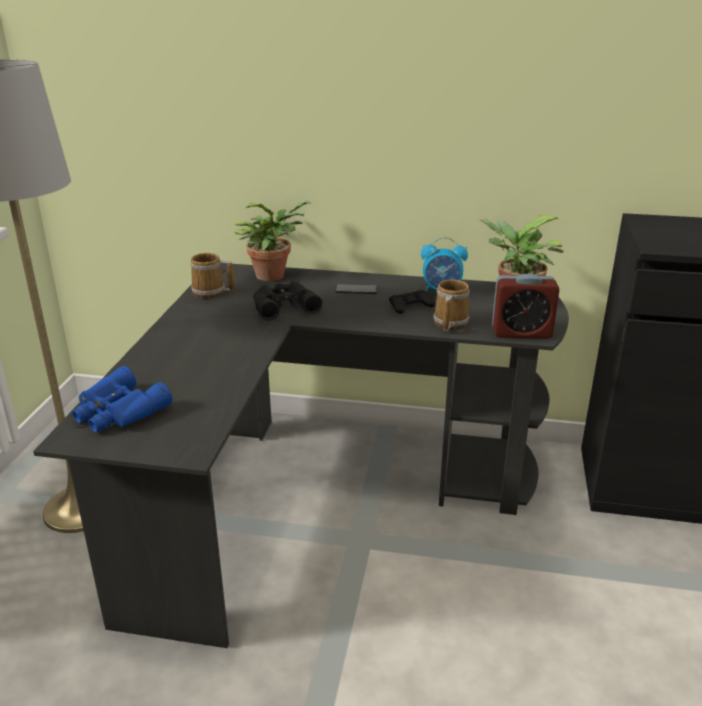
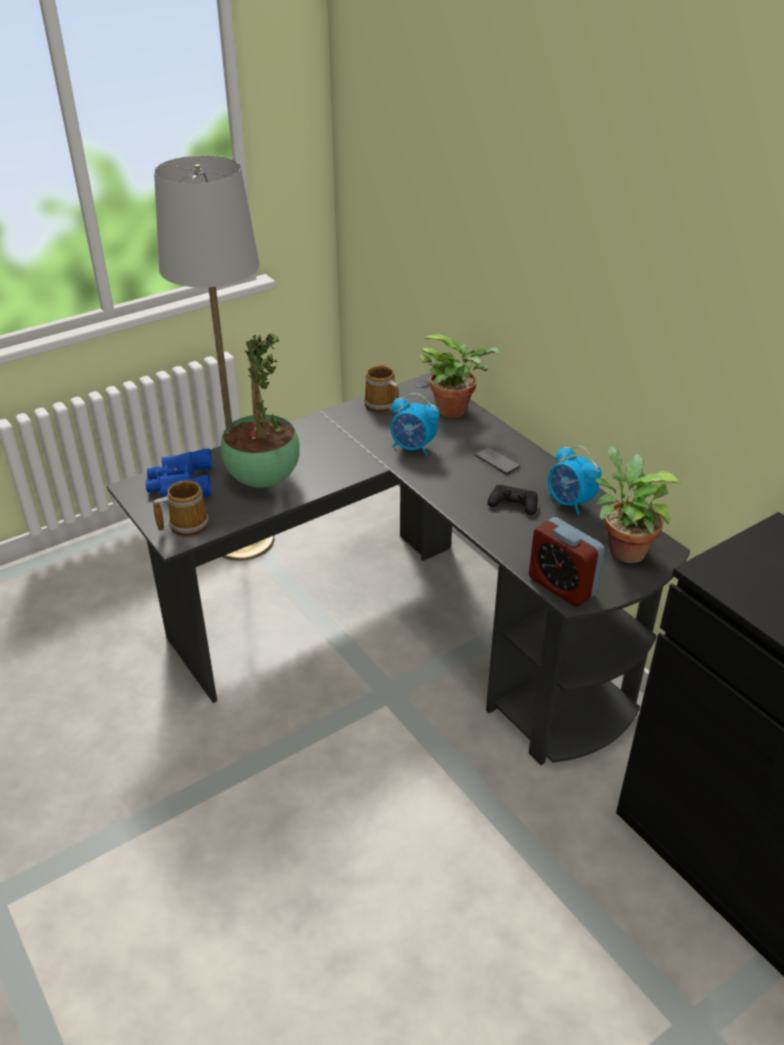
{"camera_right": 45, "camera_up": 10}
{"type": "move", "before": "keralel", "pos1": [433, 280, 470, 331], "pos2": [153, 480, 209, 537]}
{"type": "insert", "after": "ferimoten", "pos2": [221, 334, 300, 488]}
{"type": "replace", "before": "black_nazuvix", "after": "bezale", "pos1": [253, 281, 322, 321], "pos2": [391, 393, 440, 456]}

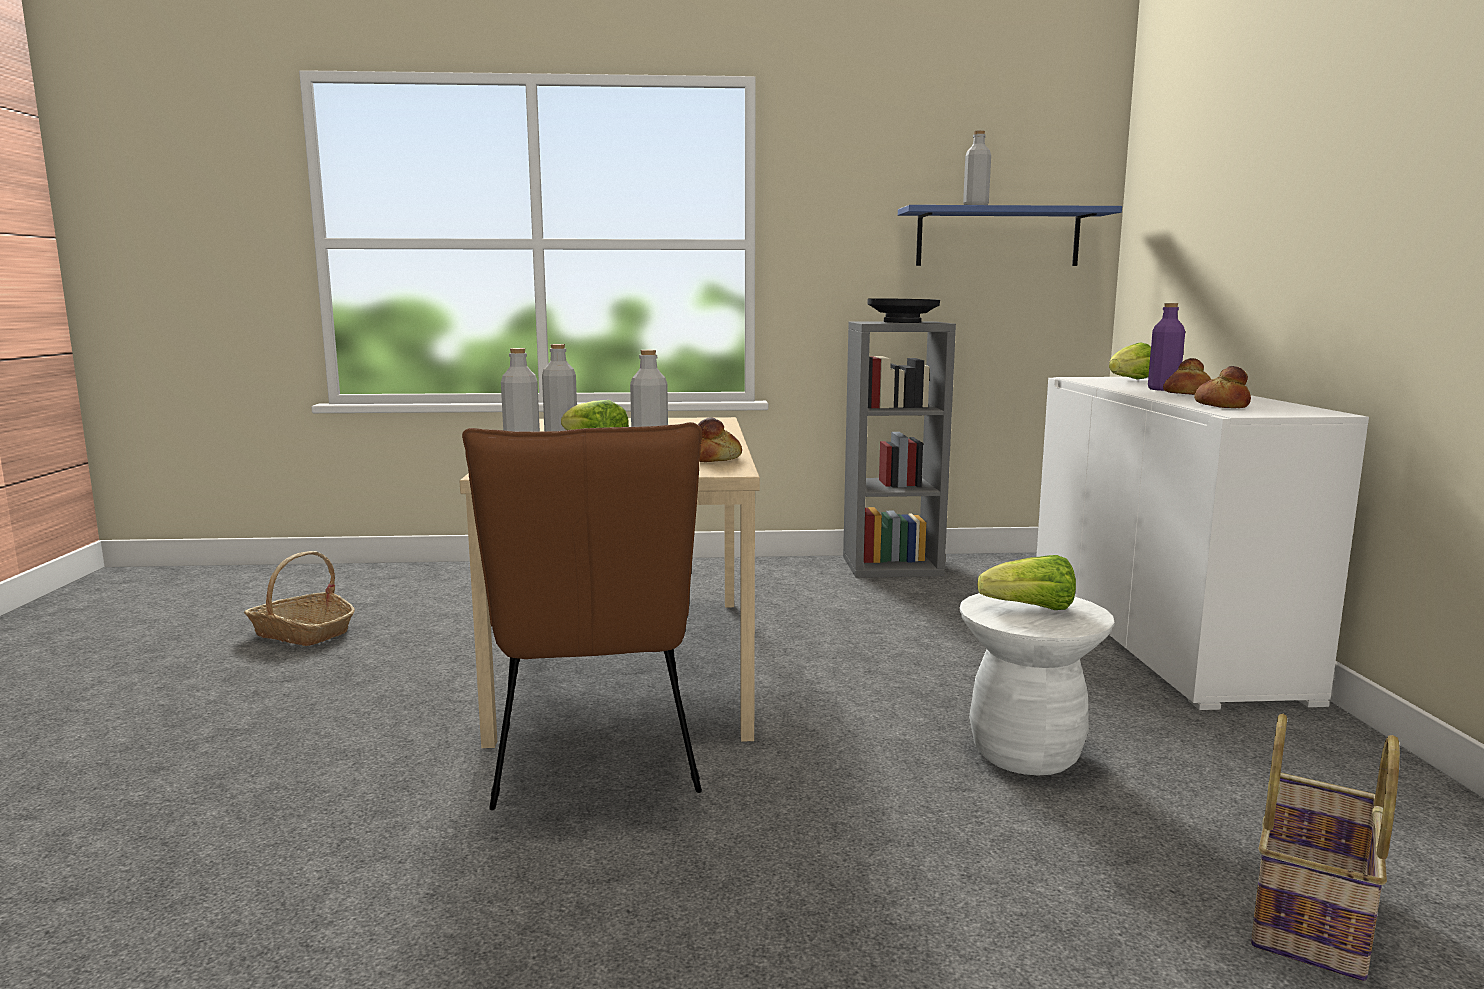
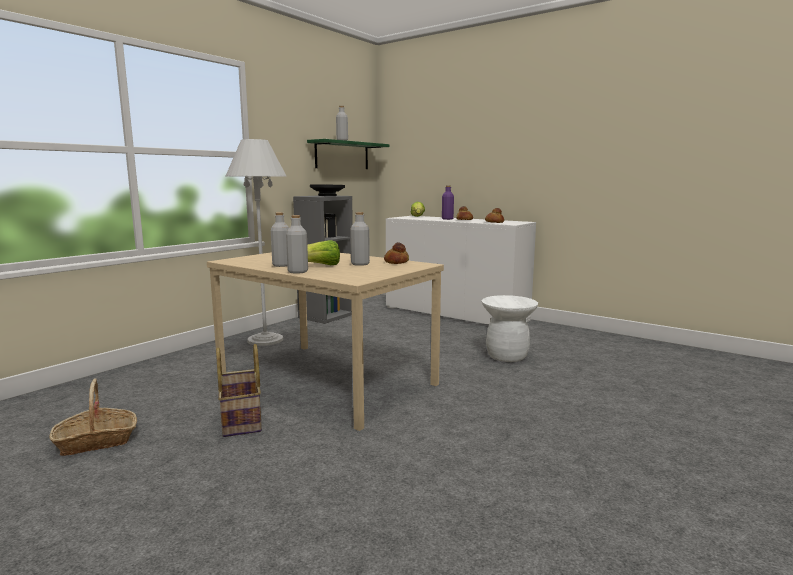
{"camera_right": -50, "camera_up": 0}
{"type": "move", "before": "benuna", "pos1": [1251, 714, 1400, 981], "pos2": [216, 344, 262, 437]}
{"type": "insert", "after": "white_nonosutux", "pos2": [226, 139, 287, 346]}
{"type": "recolor", "before": "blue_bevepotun", "after": "green_bevepotun", "pos1": [898, 205, 1122, 266], "pos2": [307, 139, 389, 169]}
{"type": "delete", "before": "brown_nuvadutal", "pos1": [462, 422, 702, 810]}
{"type": "delete", "before": "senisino", "pos1": [977, 555, 1076, 610]}

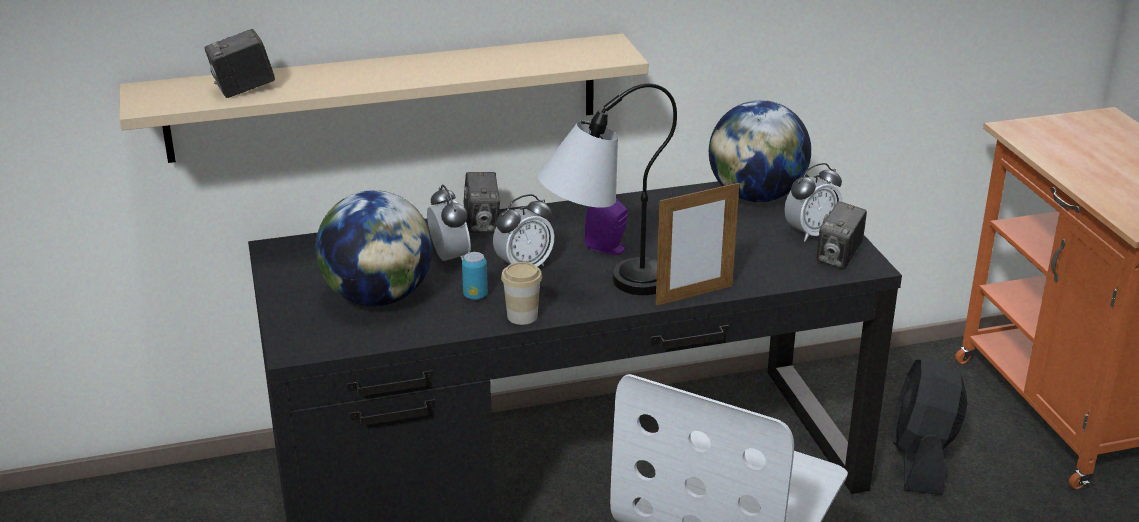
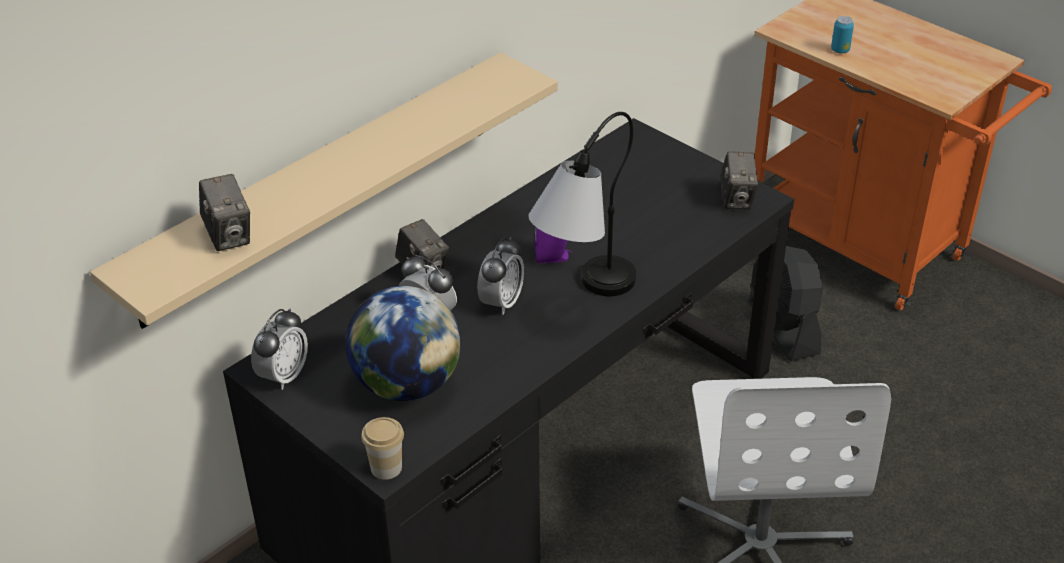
{"camera_right": -30, "camera_up": 10}
{"type": "rotate", "before": "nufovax", "pos1": [205, 29, 275, 98], "pos2": [199, 174, 250, 251], "turn": -60}
{"type": "move", "before": "bezale", "pos1": [784, 163, 842, 241], "pos2": [251, 309, 308, 390]}
{"type": "move", "before": "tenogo", "pos1": [501, 262, 542, 325], "pos2": [361, 417, 404, 480]}
{"type": "move", "before": "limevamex", "pos1": [462, 252, 488, 300], "pos2": [831, 16, 854, 54]}
{"type": "delete", "before": "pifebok", "pos1": [656, 181, 739, 306]}
{"type": "delete", "before": "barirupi", "pos1": [709, 100, 811, 202]}

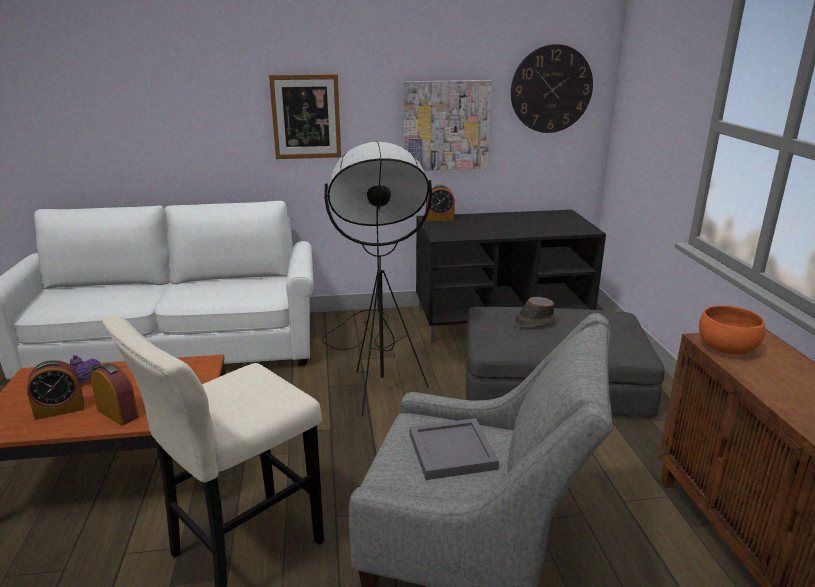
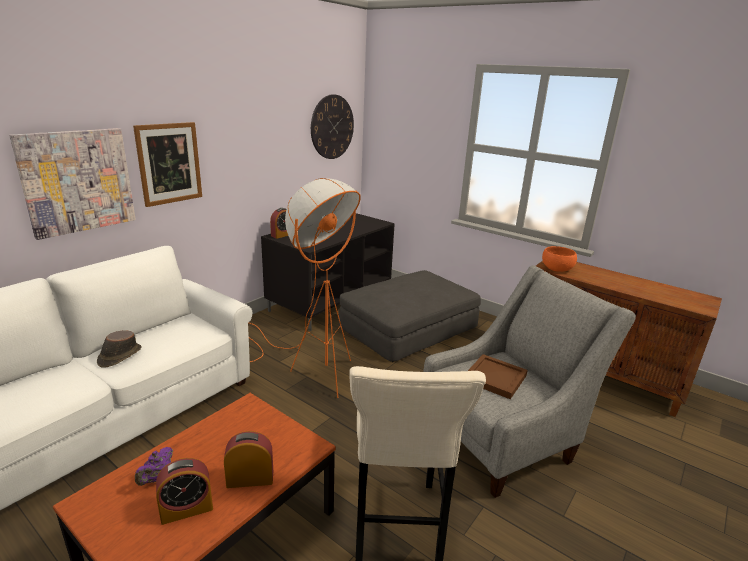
{"camera_right": -45, "camera_up": 0}
{"type": "move", "before": "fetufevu", "pos1": [404, 80, 492, 171], "pos2": [9, 128, 136, 240]}
{"type": "move", "before": "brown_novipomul", "pos1": [514, 297, 557, 327], "pos2": [97, 330, 142, 368]}
{"type": "rotate", "before": "bezale", "pos1": [27, 360, 84, 420], "pos2": [156, 458, 213, 525], "turn": 45}
{"type": "recolor", "before": "black_nonosutux", "after": "orange_nonosutux", "pos1": [322, 141, 432, 416], "pos2": [249, 178, 361, 398]}
{"type": "recolor", "before": "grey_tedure", "after": "brown_tedure", "pos1": [410, 418, 499, 480], "pos2": [468, 354, 528, 399]}

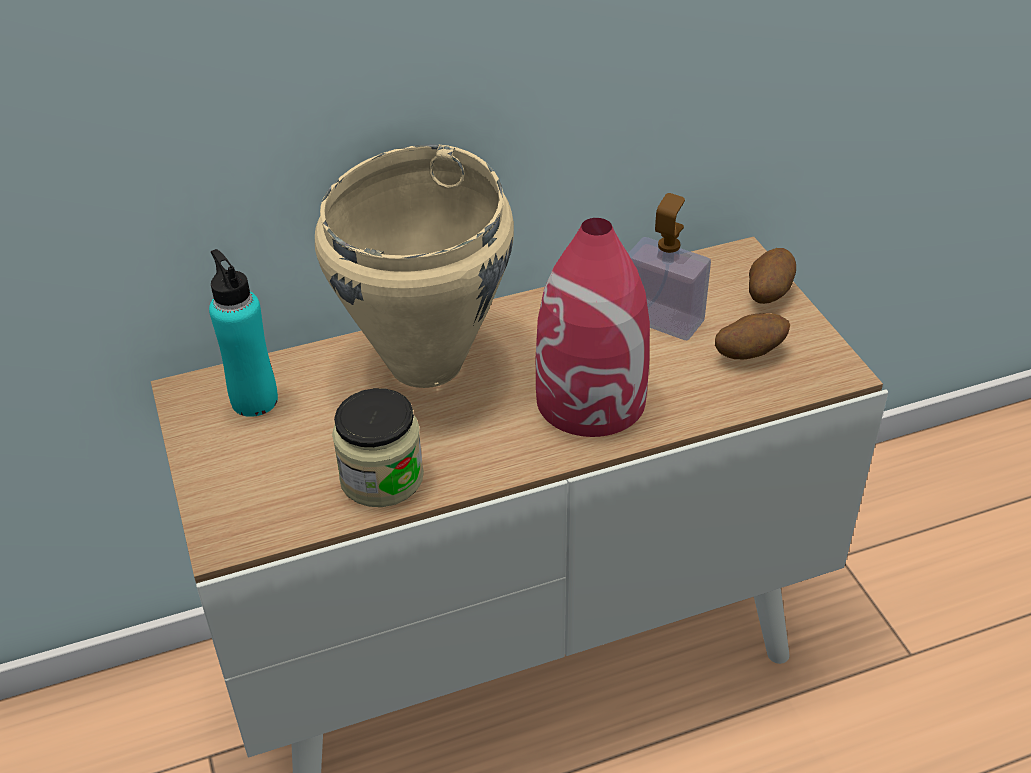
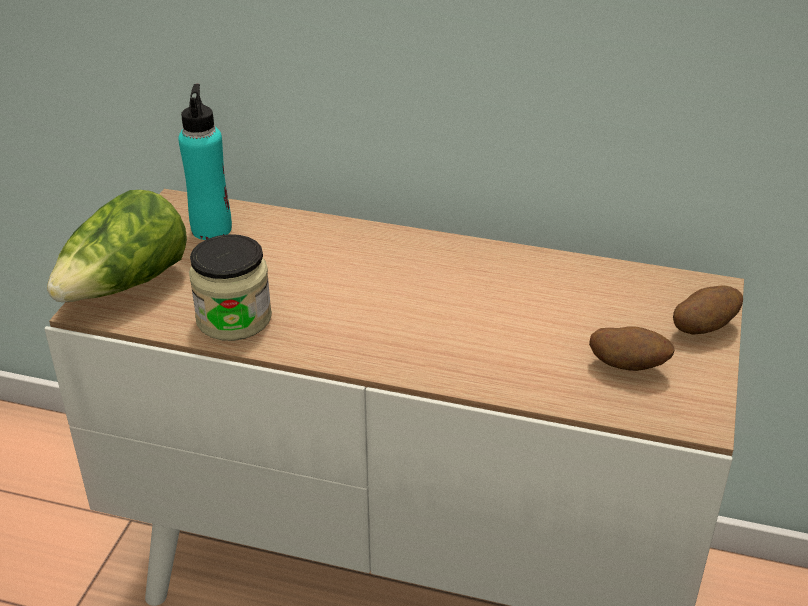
{"camera_right": 35, "camera_up": -5}
{"type": "insert", "after": "senisino", "pos2": [47, 190, 187, 302]}
{"type": "delete", "before": "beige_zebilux", "pos1": [315, 144, 514, 388]}
{"type": "delete", "before": "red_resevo", "pos1": [536, 218, 650, 437]}
{"type": "delete", "before": "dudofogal", "pos1": [628, 193, 711, 340]}

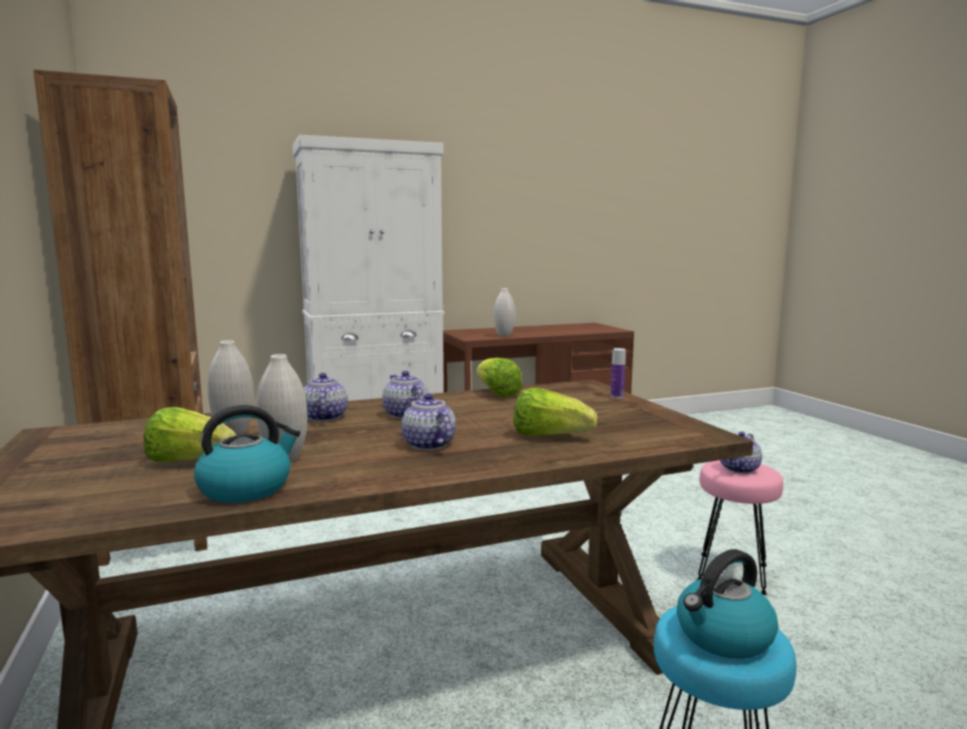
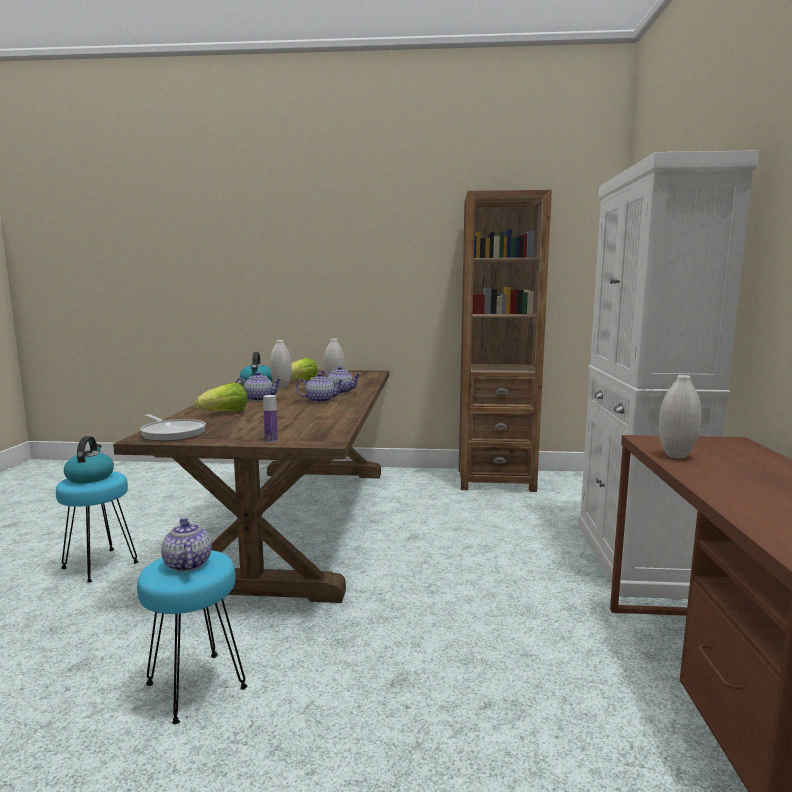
{"camera_right": 115, "camera_up": 0}
{"type": "recolor", "before": "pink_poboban", "after": "turquoise_poboban", "pos1": [697, 460, 783, 595], "pos2": [137, 550, 247, 724]}
{"type": "insert", "after": "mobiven", "pos2": [140, 414, 206, 441]}
{"type": "delete", "before": "senisino", "pos1": [476, 358, 522, 397]}

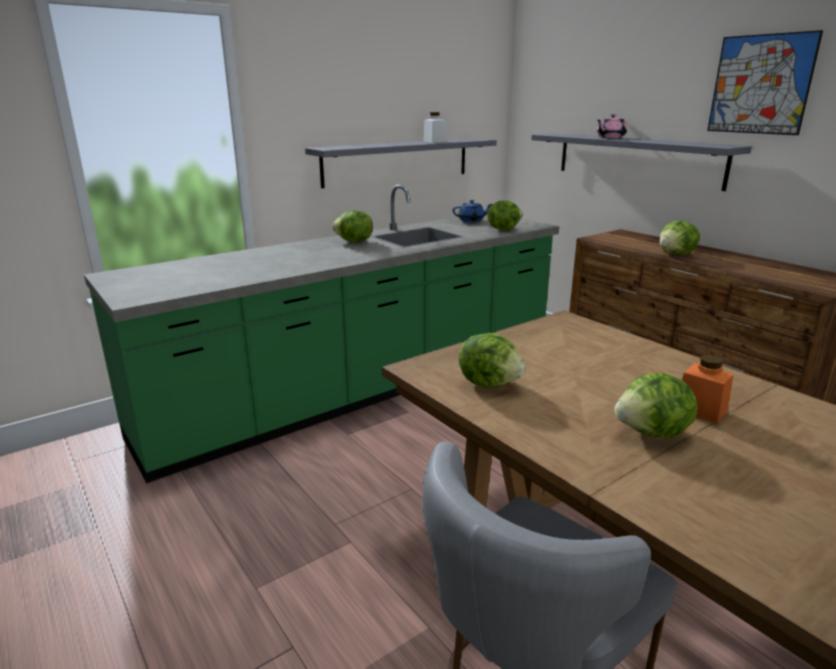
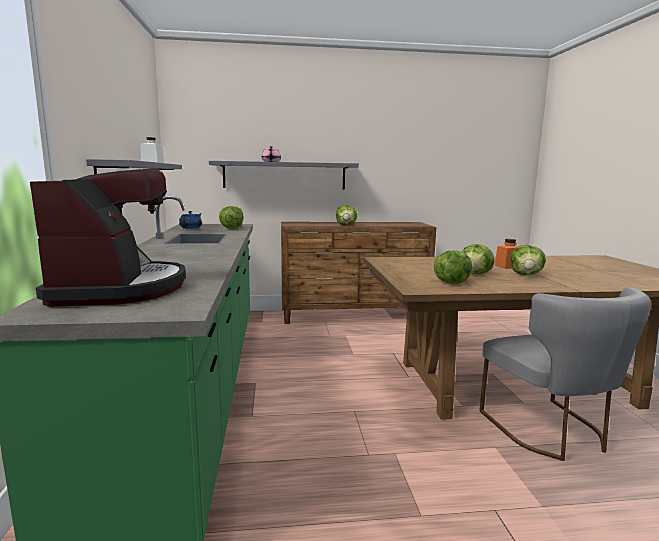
{"camera_right": -60, "camera_up": -10}
{"type": "insert", "after": "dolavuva", "pos2": [30, 168, 186, 307]}
{"type": "move", "before": "senisino", "pos1": [332, 210, 373, 243], "pos2": [462, 244, 495, 274]}
{"type": "delete", "before": "fetufevu", "pos1": [707, 30, 823, 135]}

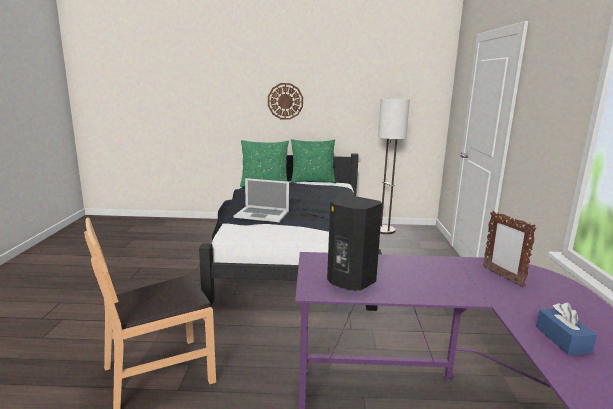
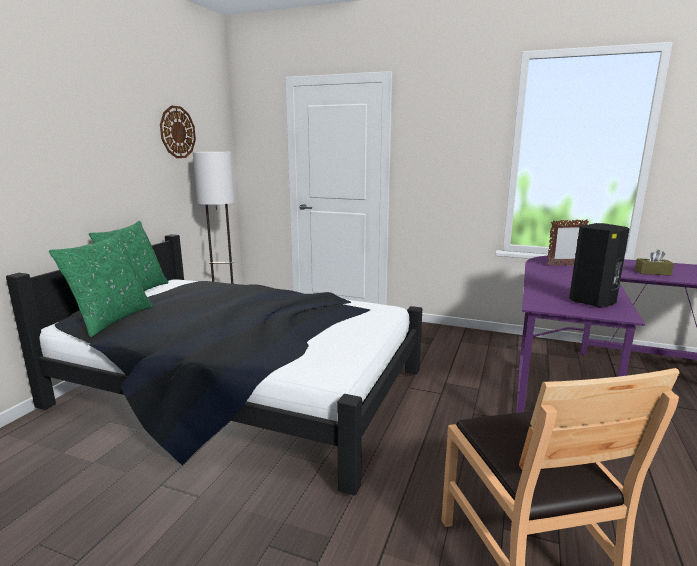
{"camera_right": -70, "camera_up": 0}
{"type": "move", "before": "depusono", "pos1": [268, 83, 303, 120], "pos2": [160, 106, 196, 158]}
{"type": "recolor", "before": "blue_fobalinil", "after": "brown_fobalinil", "pos1": [536, 302, 597, 355], "pos2": [635, 249, 674, 276]}
{"type": "delete", "before": "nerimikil", "pos1": [233, 178, 289, 222]}

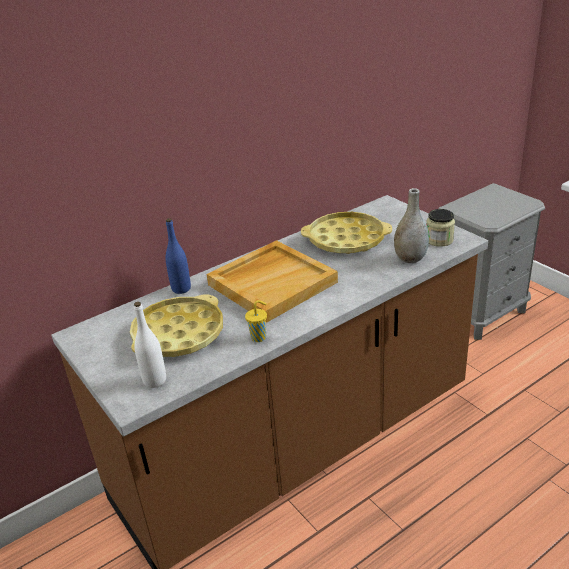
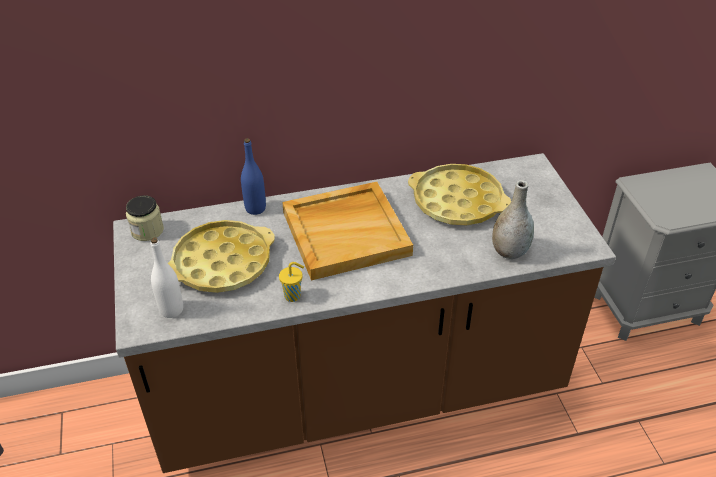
{"camera_right": 20, "camera_up": 10}
{"type": "move", "before": "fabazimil", "pos1": [427, 209, 455, 247], "pos2": [126, 195, 164, 241]}

